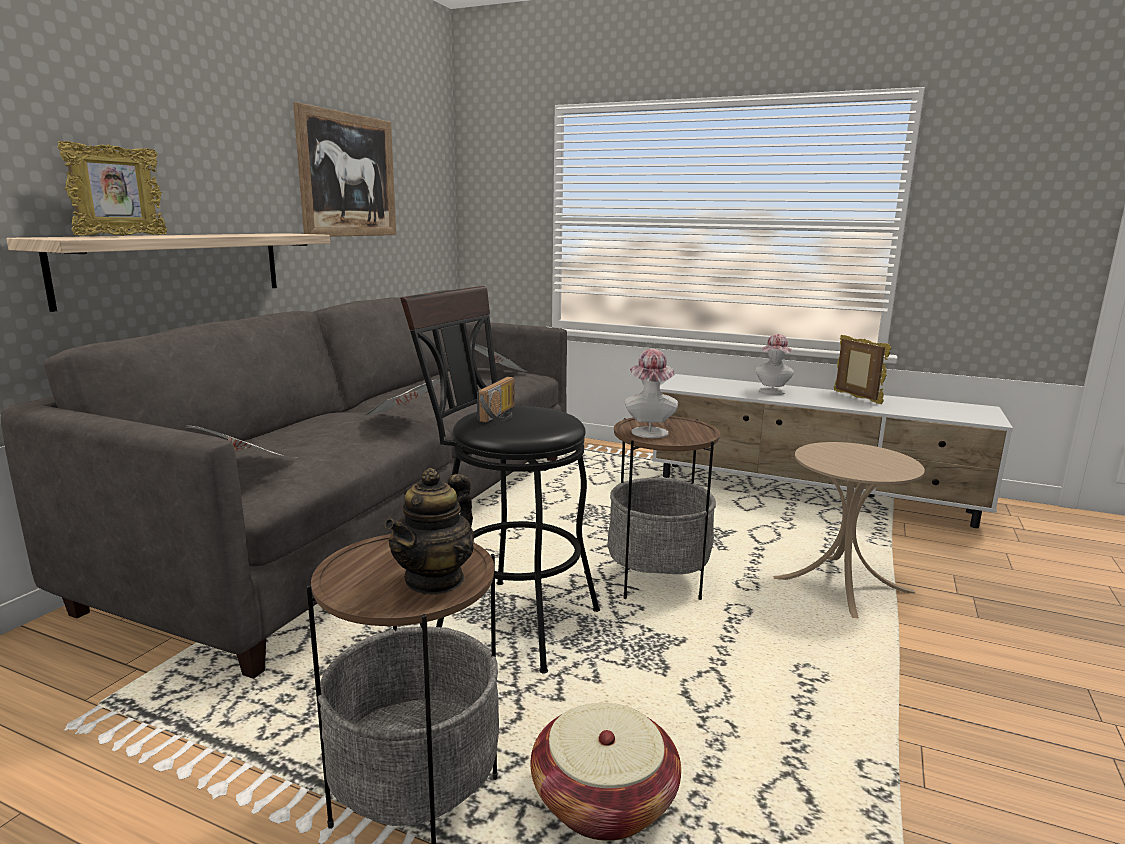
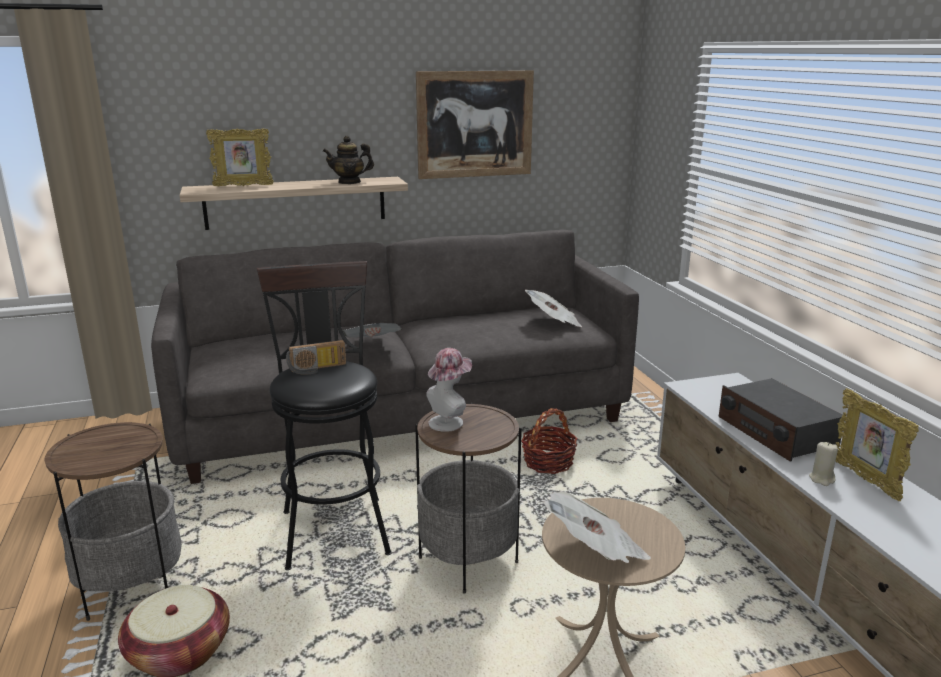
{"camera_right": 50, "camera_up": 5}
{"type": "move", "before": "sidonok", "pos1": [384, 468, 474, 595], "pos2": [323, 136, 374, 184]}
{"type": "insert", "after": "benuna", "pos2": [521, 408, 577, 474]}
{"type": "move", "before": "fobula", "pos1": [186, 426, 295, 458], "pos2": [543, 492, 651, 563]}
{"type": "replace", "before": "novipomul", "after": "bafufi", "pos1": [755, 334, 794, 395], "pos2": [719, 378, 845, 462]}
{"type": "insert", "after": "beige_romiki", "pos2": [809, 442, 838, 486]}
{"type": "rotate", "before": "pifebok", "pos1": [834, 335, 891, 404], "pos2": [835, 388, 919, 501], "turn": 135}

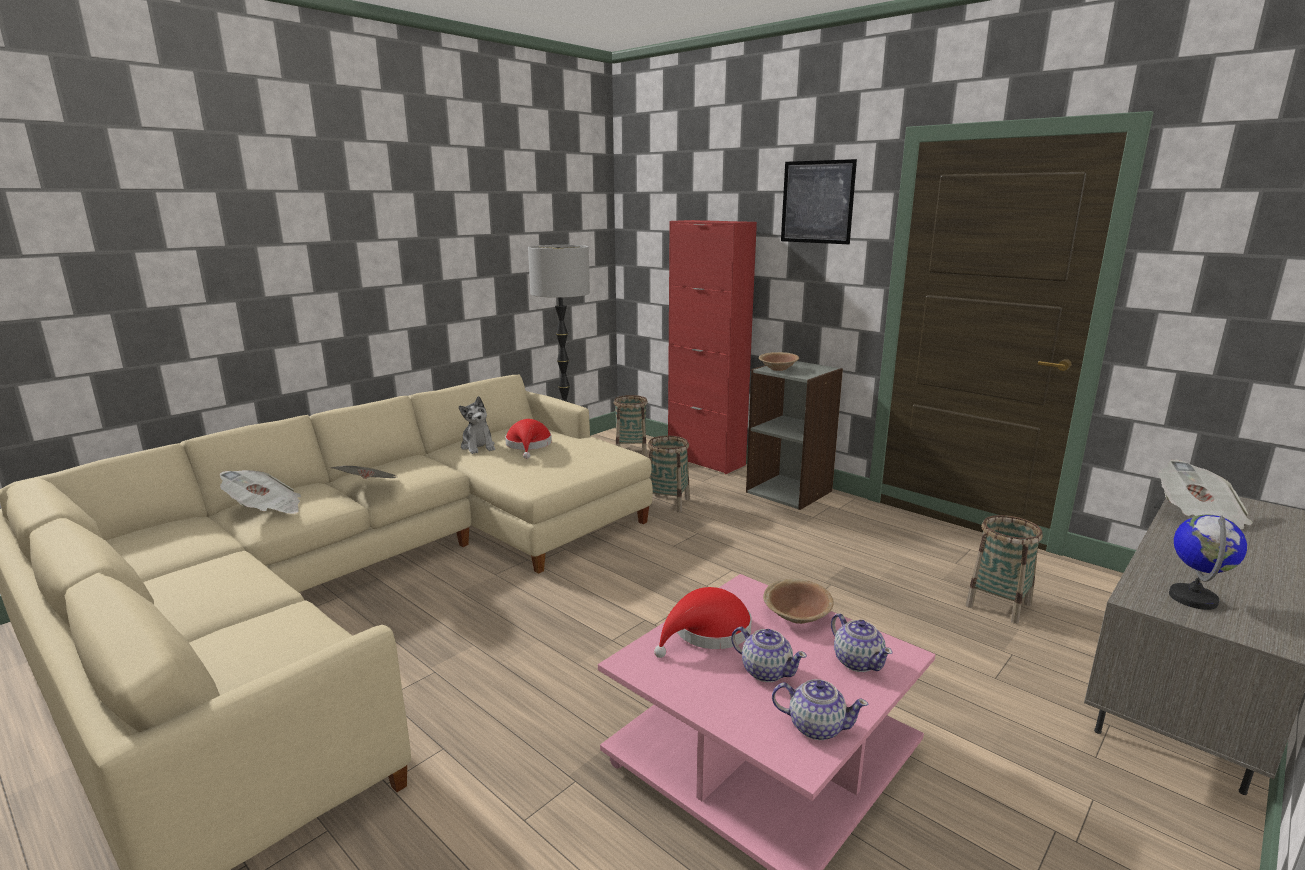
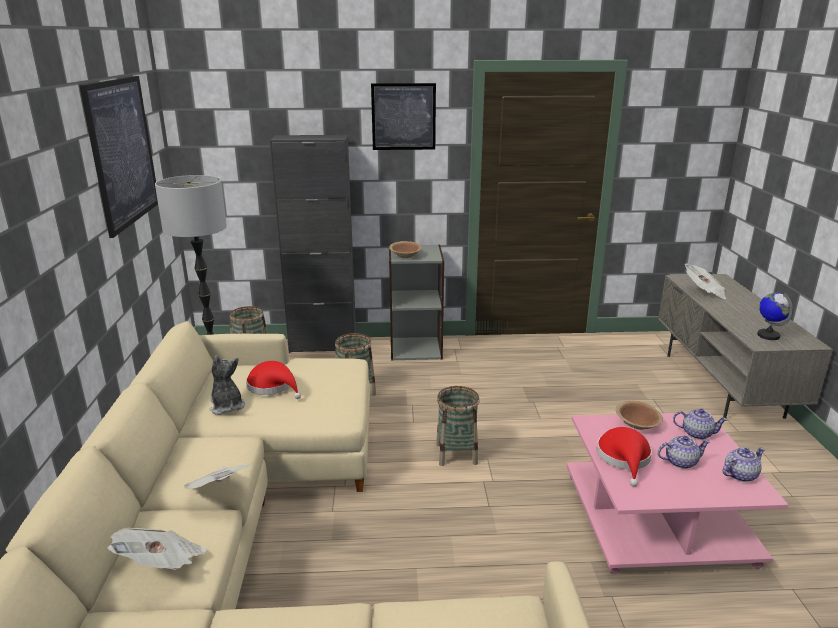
{"camera_right": -45, "camera_up": 5}
{"type": "insert", "after": "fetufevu", "pos2": [79, 76, 158, 238]}
{"type": "rotate", "before": "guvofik", "pos1": [459, 396, 495, 454], "pos2": [209, 356, 245, 415], "turn": -135}
{"type": "recolor", "before": "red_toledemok", "after": "black_toledemok", "pos1": [668, 220, 757, 474], "pos2": [270, 135, 356, 353]}
{"type": "move", "before": "benuna", "pos1": [966, 515, 1043, 624], "pos2": [436, 386, 480, 466]}

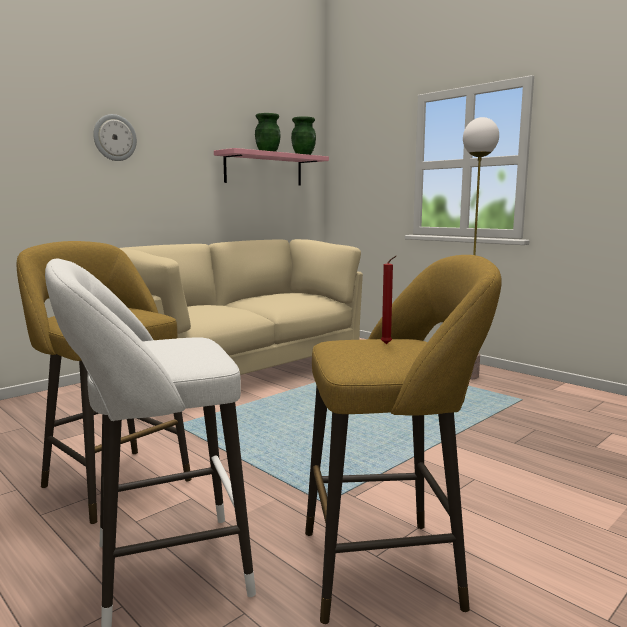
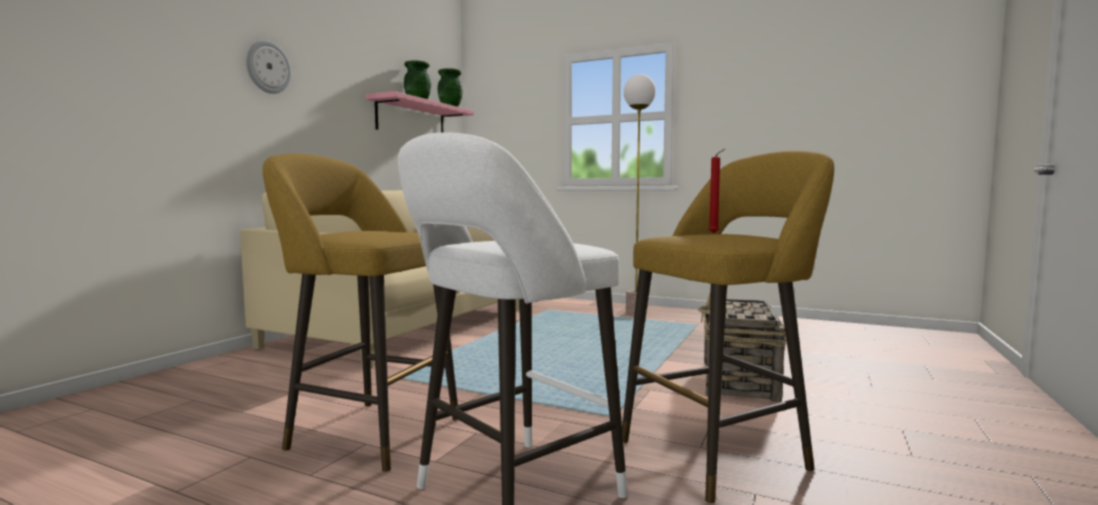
{"camera_right": -20, "camera_up": -5}
{"type": "insert", "after": "benuna", "pos2": [698, 291, 786, 403]}

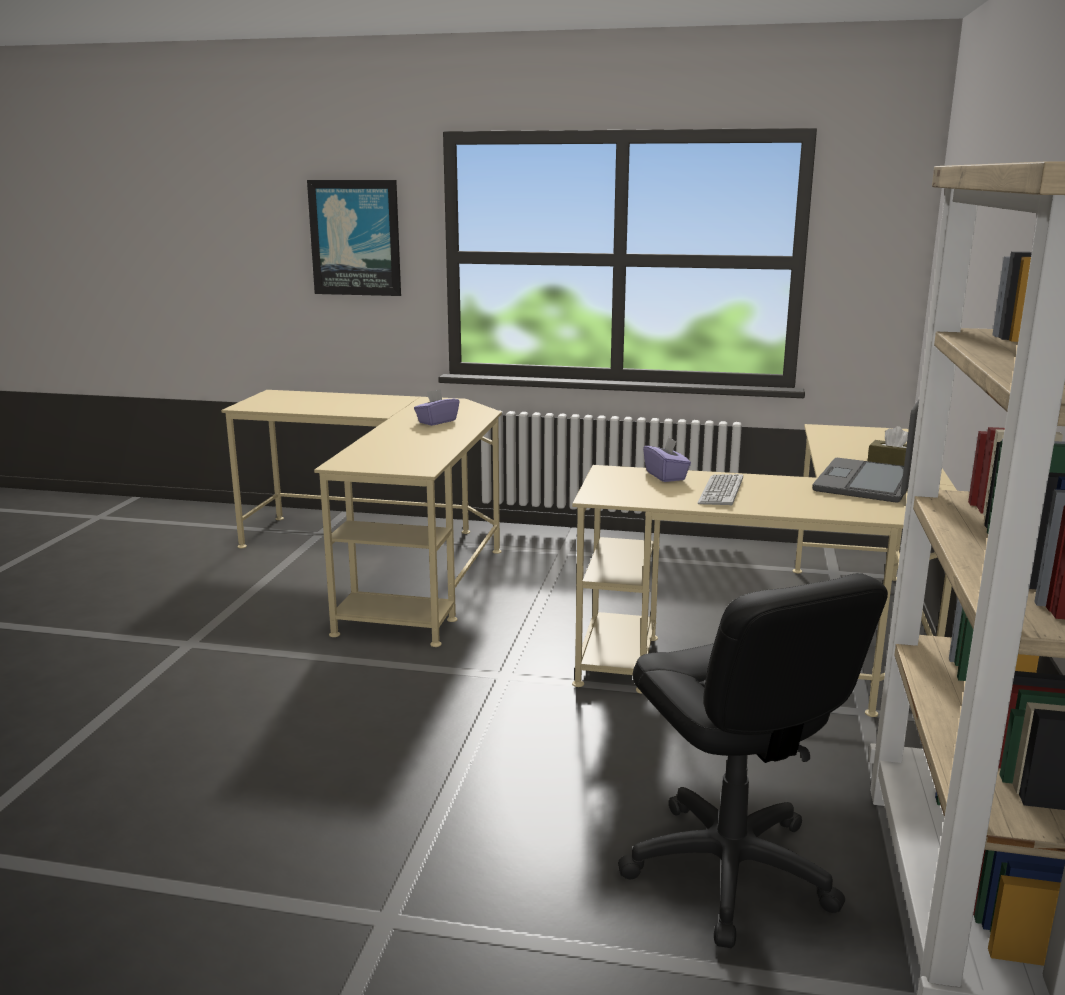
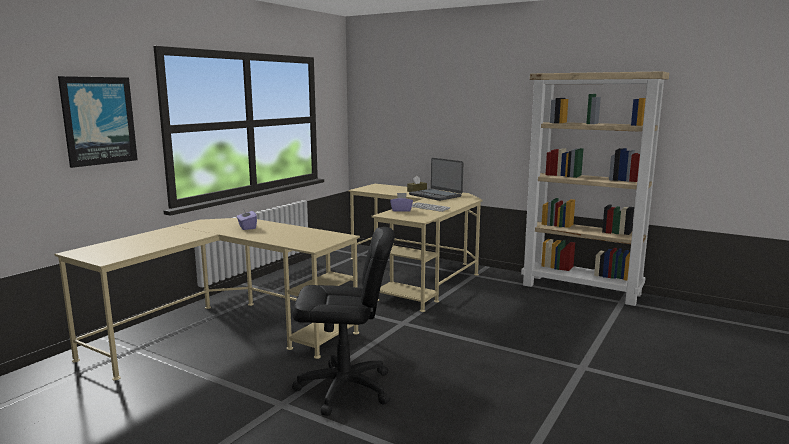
{"camera_right": -70, "camera_up": -5}
{"type": "move", "before": "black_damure", "pos1": [618, 573, 888, 948], "pos2": [292, 227, 394, 416]}

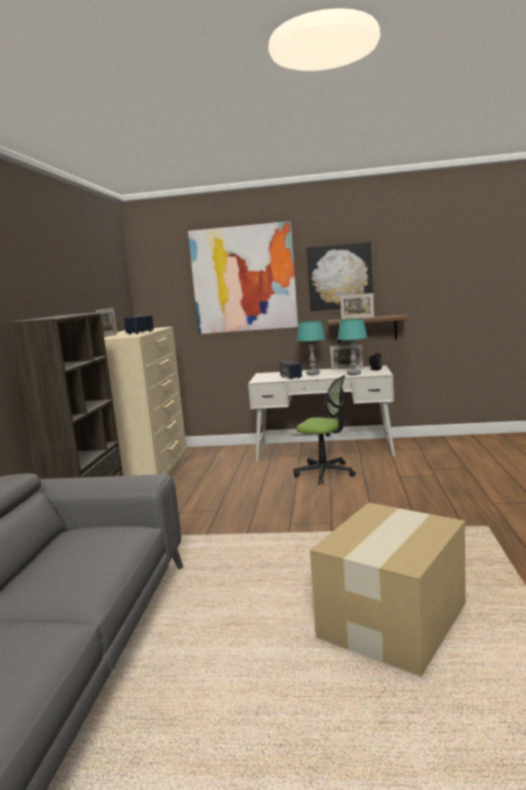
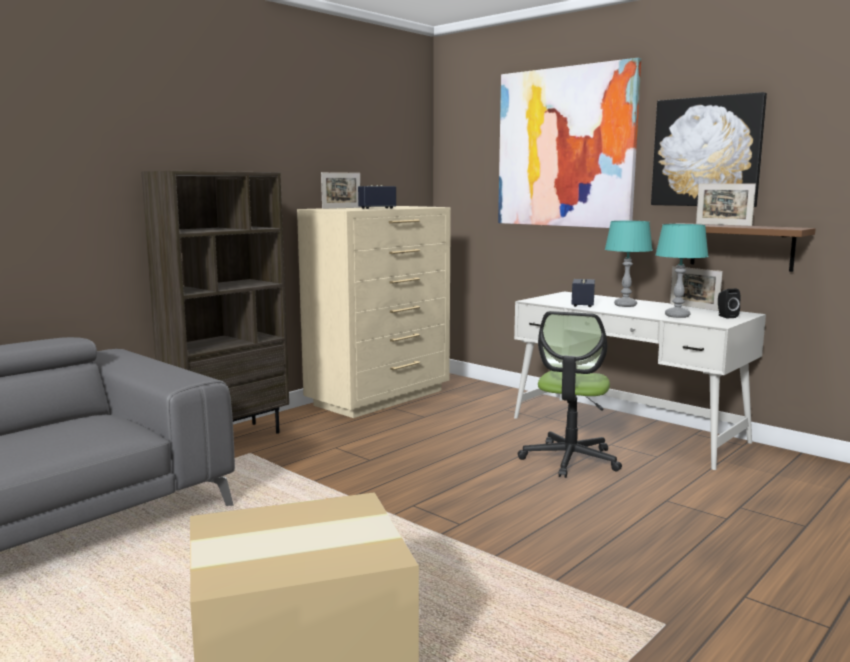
{"camera_right": 35, "camera_up": 0}
{"type": "rotate", "before": "damure", "pos1": [293, 375, 356, 485], "pos2": [518, 311, 622, 478], "turn": 45}

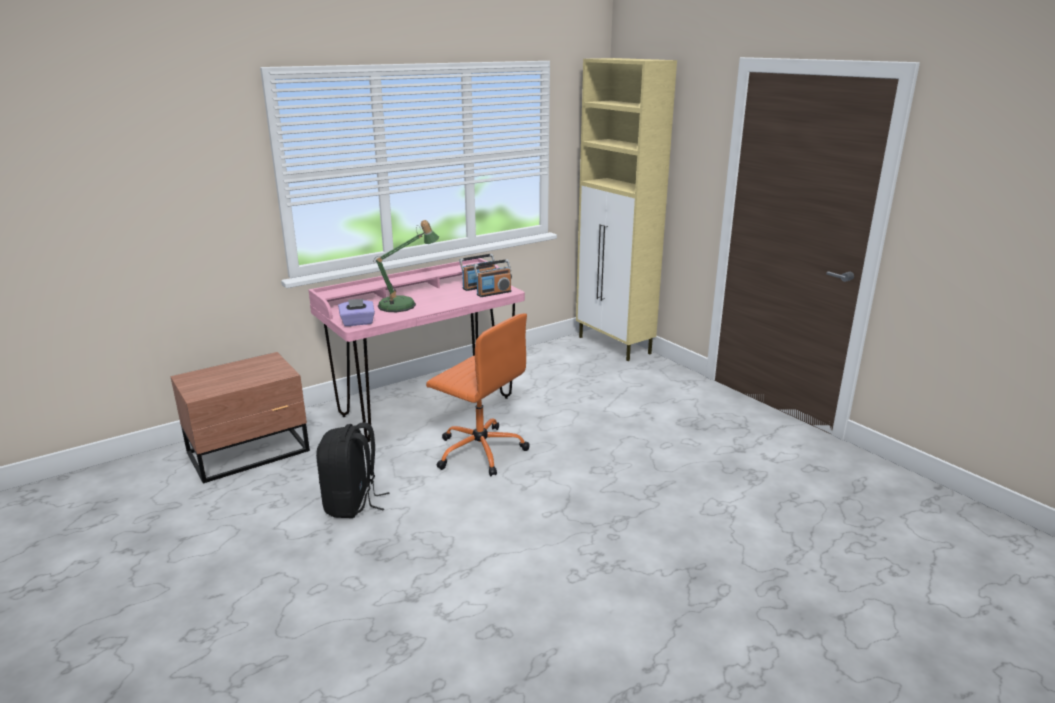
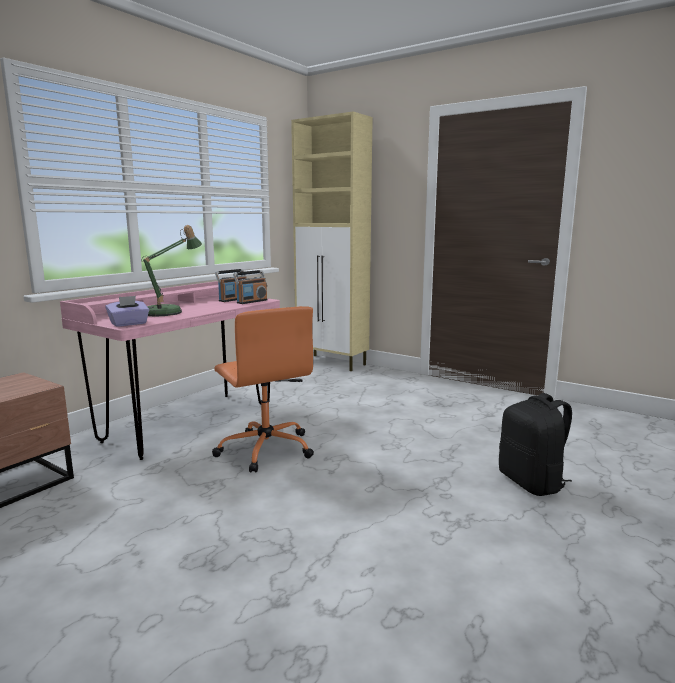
{"camera_right": -20, "camera_up": -10}
{"type": "rotate", "before": "orange_damure", "pos1": [426, 313, 530, 477], "pos2": [212, 306, 314, 473], "turn": 45}
{"type": "move", "before": "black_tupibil", "pos1": [316, 422, 389, 518], "pos2": [499, 393, 572, 496]}

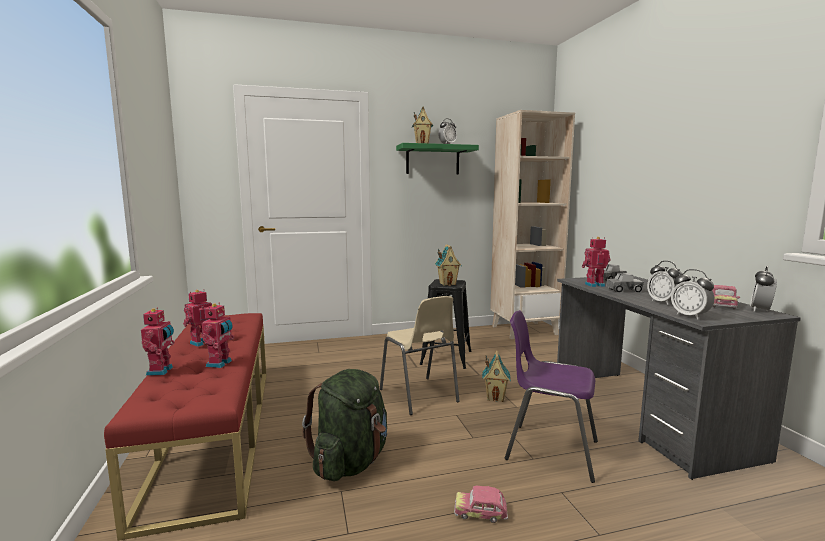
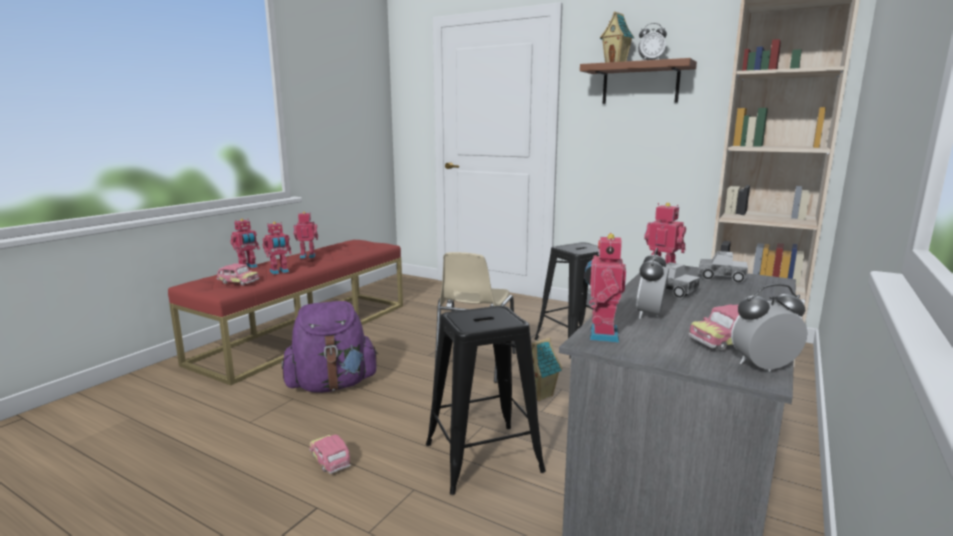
{"camera_right": 45, "camera_up": 5}
{"type": "insert", "after": "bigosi", "pos2": [217, 263, 259, 286]}
{"type": "recolor", "before": "green_tupibil", "after": "purple_tupibil", "pos1": [302, 369, 387, 481], "pos2": [282, 301, 379, 393]}
{"type": "replace", "before": "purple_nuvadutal", "after": "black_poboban", "pos1": [505, 310, 598, 483], "pos2": [426, 306, 546, 495]}
{"type": "recolor", "before": "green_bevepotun", "after": "brown_bevepotun", "pos1": [396, 143, 479, 174], "pos2": [580, 58, 697, 104]}
{"type": "replace", "before": "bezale", "after": "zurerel", "pos1": [671, 269, 714, 320], "pos2": [585, 233, 626, 343]}
{"type": "delete", "before": "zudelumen", "pos1": [435, 244, 461, 286]}

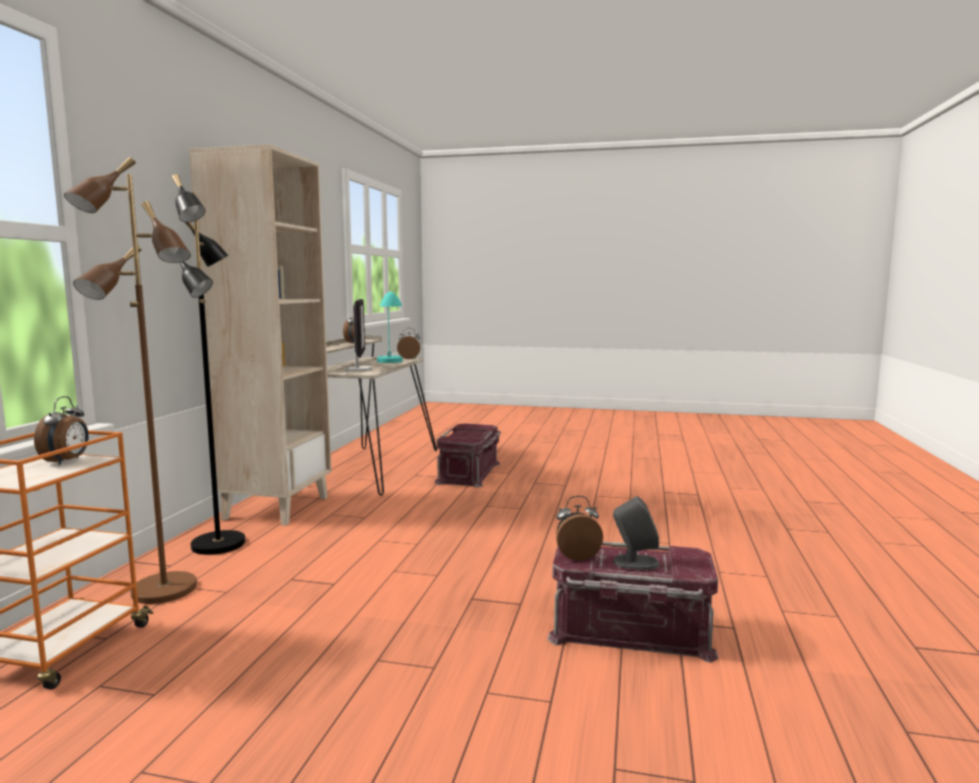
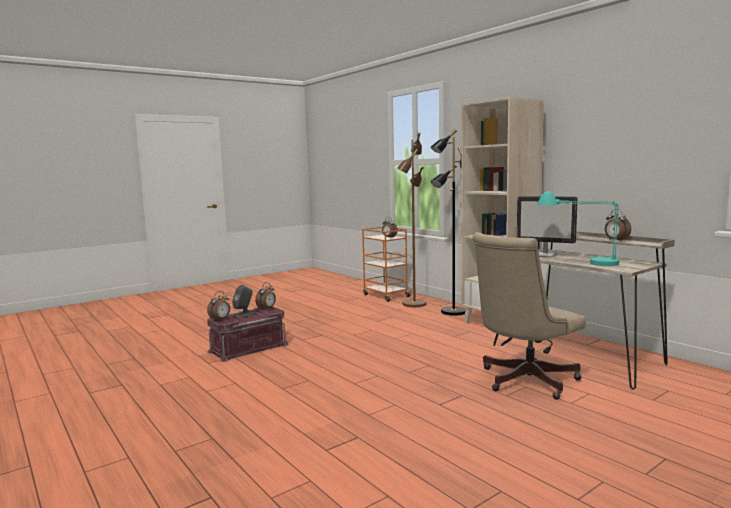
{"camera_right": 130, "camera_up": 0}
{"type": "move", "before": "bezale", "pos1": [397, 328, 420, 359], "pos2": [207, 291, 230, 321]}
{"type": "replace", "before": "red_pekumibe", "after": "beige_damure", "pos1": [434, 424, 501, 488], "pos2": [472, 232, 586, 400]}

